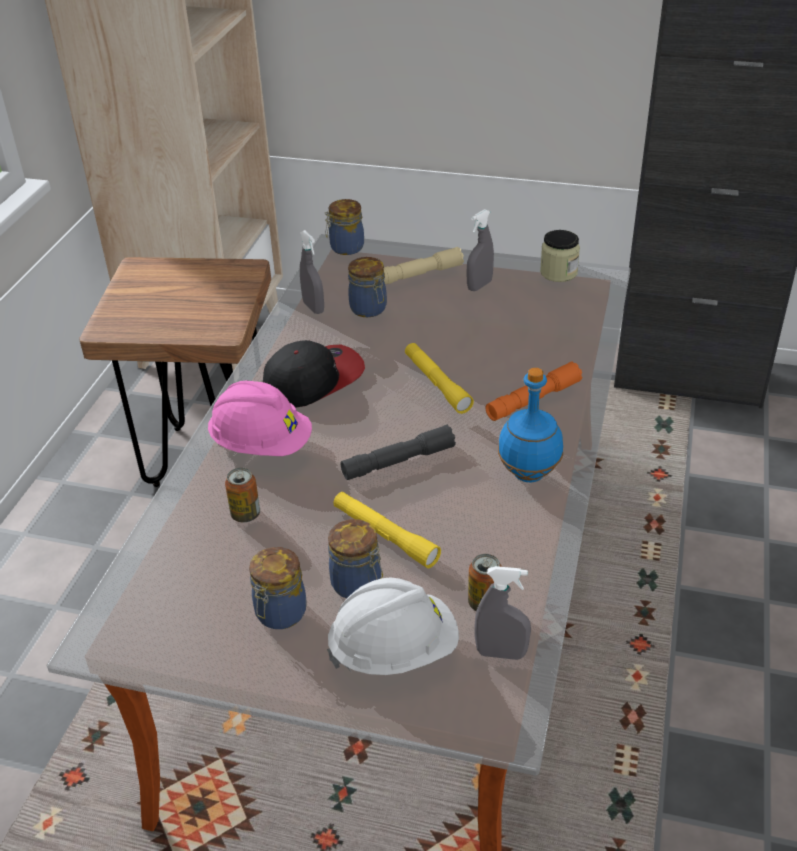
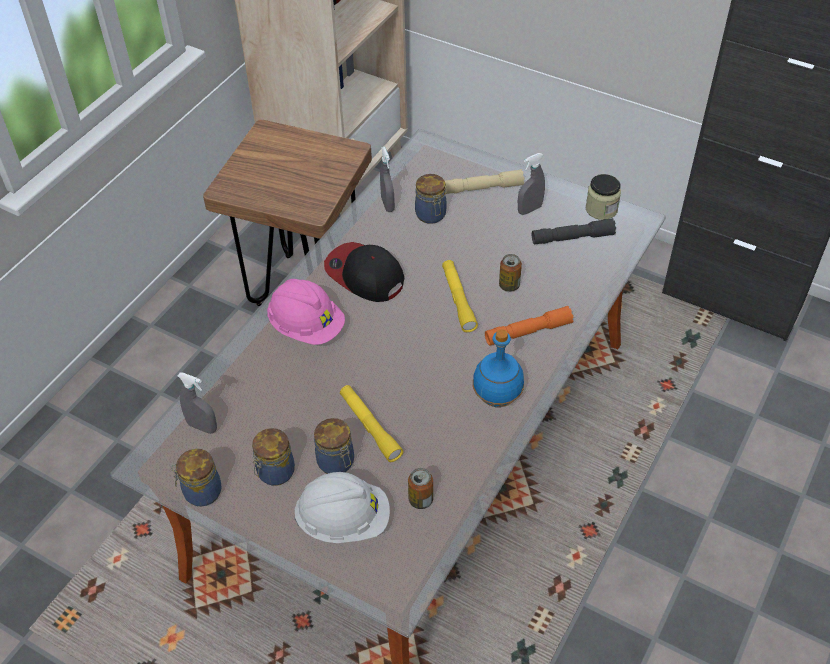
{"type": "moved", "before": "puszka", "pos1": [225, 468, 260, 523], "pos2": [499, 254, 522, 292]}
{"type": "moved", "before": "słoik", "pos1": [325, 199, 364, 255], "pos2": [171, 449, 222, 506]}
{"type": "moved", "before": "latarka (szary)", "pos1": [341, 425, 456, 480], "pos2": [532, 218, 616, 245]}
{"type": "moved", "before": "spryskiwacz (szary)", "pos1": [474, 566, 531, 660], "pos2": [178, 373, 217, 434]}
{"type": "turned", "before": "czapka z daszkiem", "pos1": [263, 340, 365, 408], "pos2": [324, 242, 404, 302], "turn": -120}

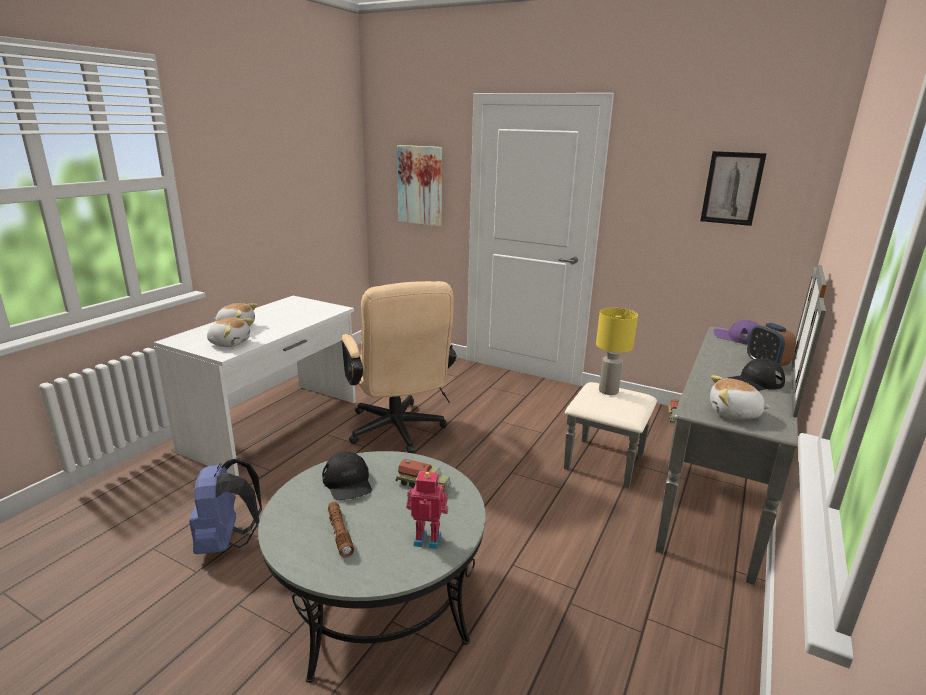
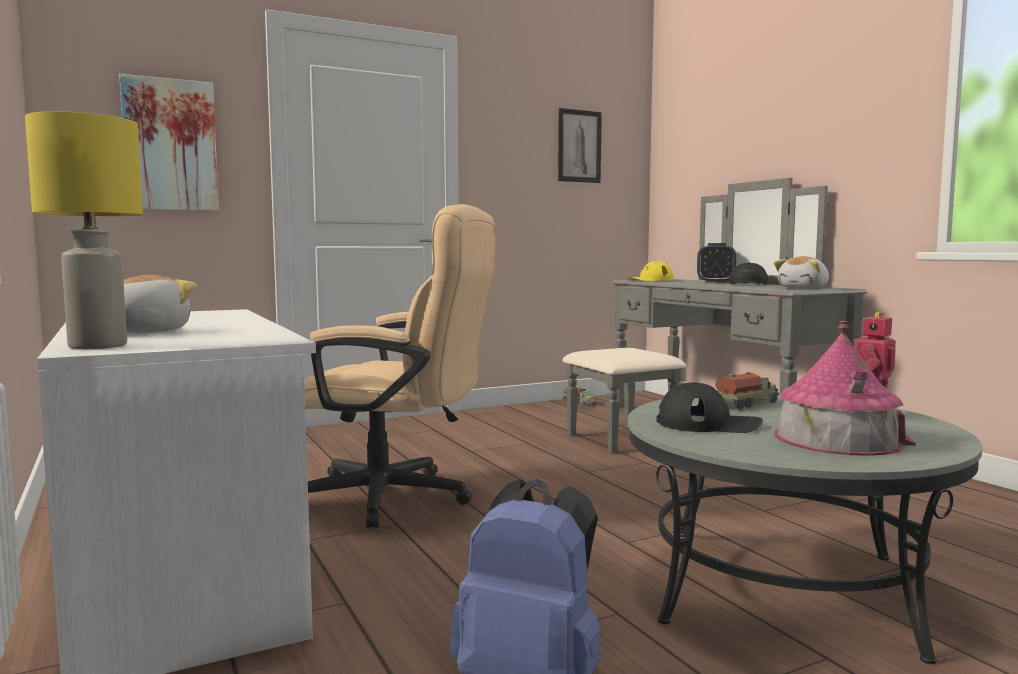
{"type": "removed", "before": "pluszak", "pos1": [207, 317, 253, 347]}
{"type": "moved", "before": "lampa stołowa (żółty)", "pos1": [596, 308, 638, 395], "pos2": [25, 111, 143, 349]}
{"type": "replaced", "before": "latarka (brązowy)", "after": "domek", "pos1": [328, 502, 354, 558], "pos2": [774, 321, 916, 456]}
{"type": "recoloured", "before": "czapka z daszkiem (fioletowy)", "after": "czapka z daszkiem (żółty)", "pos1": [713, 320, 760, 344], "pos2": [628, 261, 674, 281]}

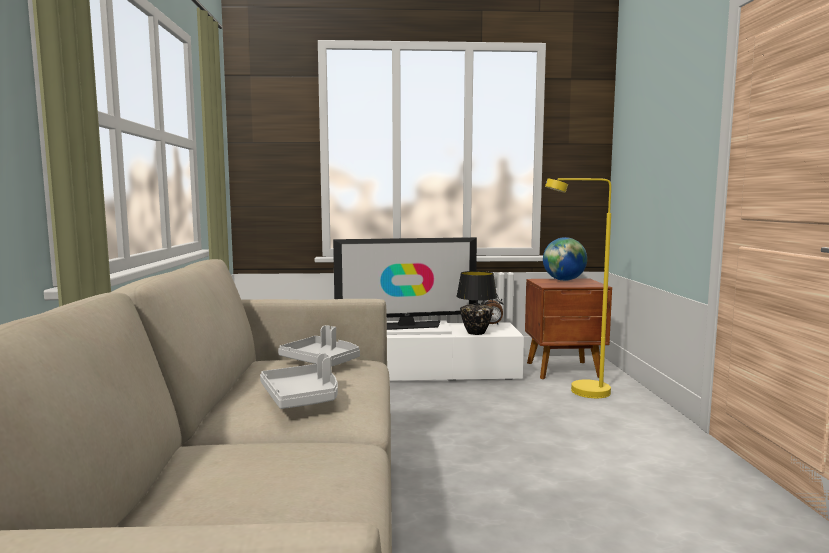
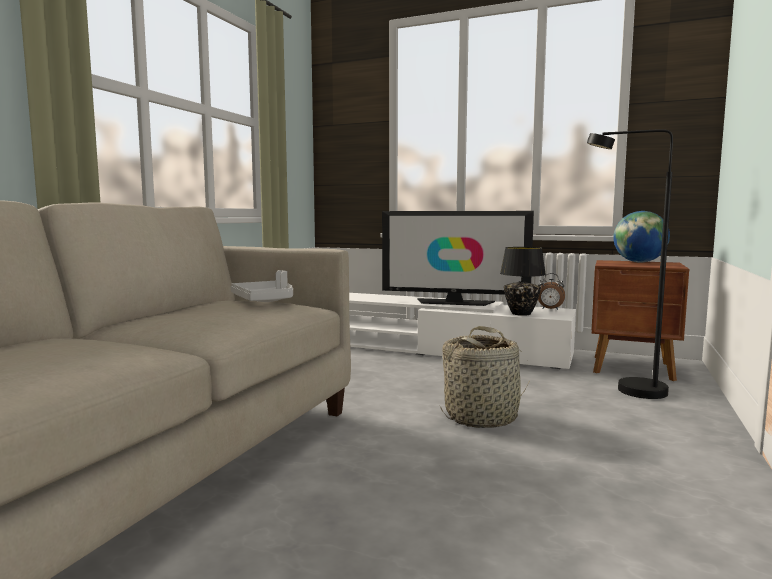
{"type": "removed", "before": "taca (szary)", "pos1": [260, 353, 338, 409]}
{"type": "added", "after": "koszyk", "pos2": [440, 326, 530, 428]}
{"type": "recoloured", "before": "lampa stojąca (żółty)", "after": "lampa stojąca (czarny)", "pos1": [545, 178, 611, 398], "pos2": [587, 129, 673, 399]}

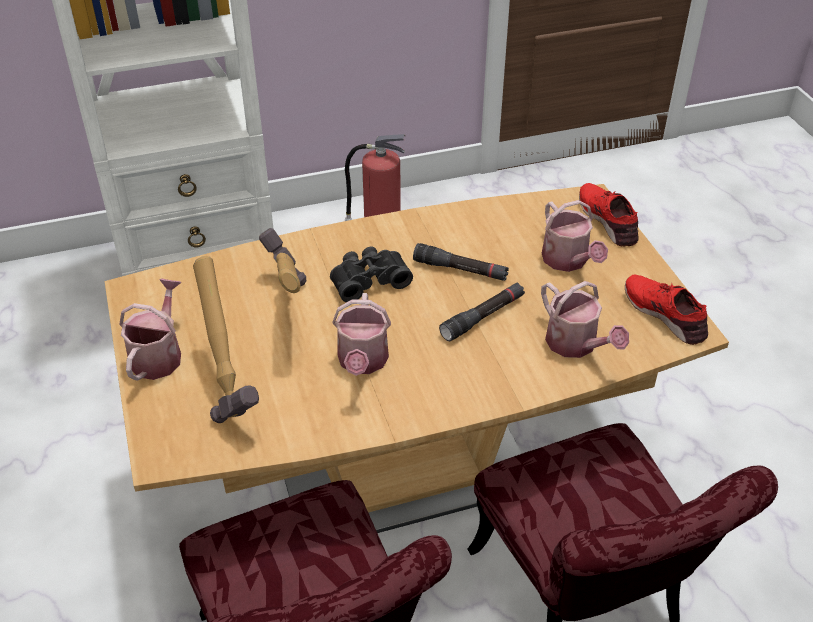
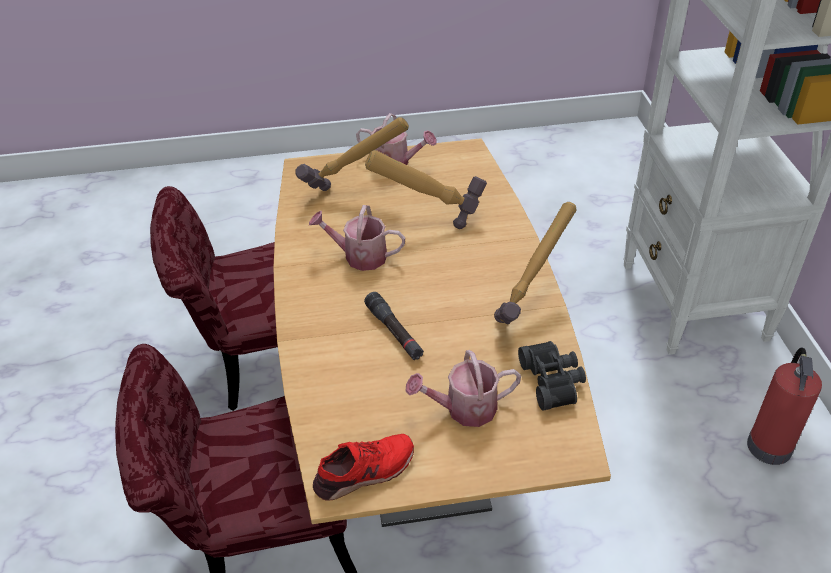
{"type": "removed", "before": "latarka (czarny)", "pos1": [413, 243, 509, 281]}
{"type": "removed", "before": "konewka", "pos1": [541, 281, 629, 358]}
{"type": "removed", "before": "but (czerwony)", "pos1": [579, 183, 638, 247]}
{"type": "added", "after": "młotek", "pos2": [494, 202, 576, 324]}
{"type": "moved", "before": "lornetka (czarny)", "pos1": [330, 246, 413, 302], "pos2": [518, 341, 586, 411]}

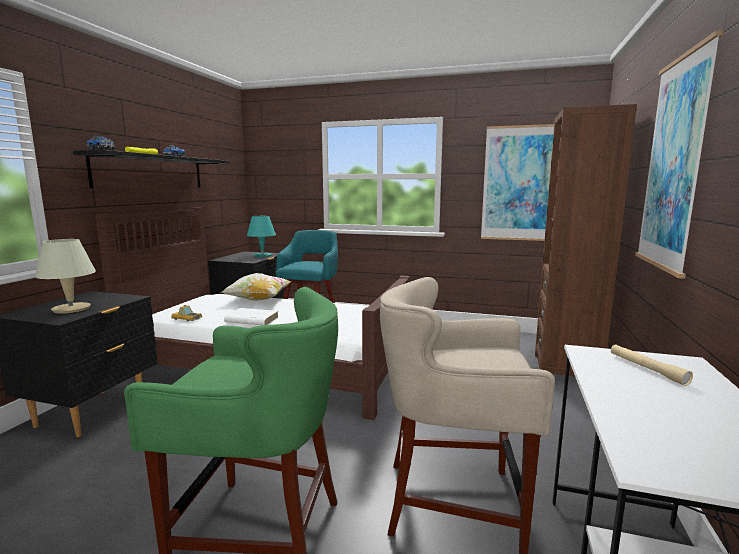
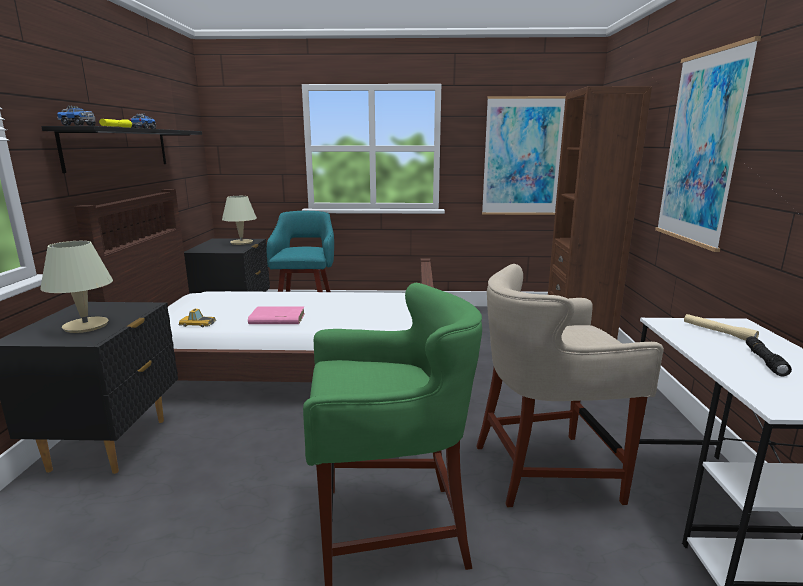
{"type": "removed", "before": "poduszka", "pos1": [221, 273, 291, 301]}
{"type": "added", "after": "latarka (czarny)", "pos2": [746, 336, 792, 376]}
{"type": "recoloured", "before": "książka (biały)", "after": "książka (różowy)", "pos1": [224, 308, 279, 325], "pos2": [248, 306, 305, 324]}
{"type": "recoloured", "before": "lampa stołowa (turkusowy)", "after": "lampa stołowa (beżowy)", "pos1": [247, 216, 276, 257], "pos2": [222, 196, 257, 245]}

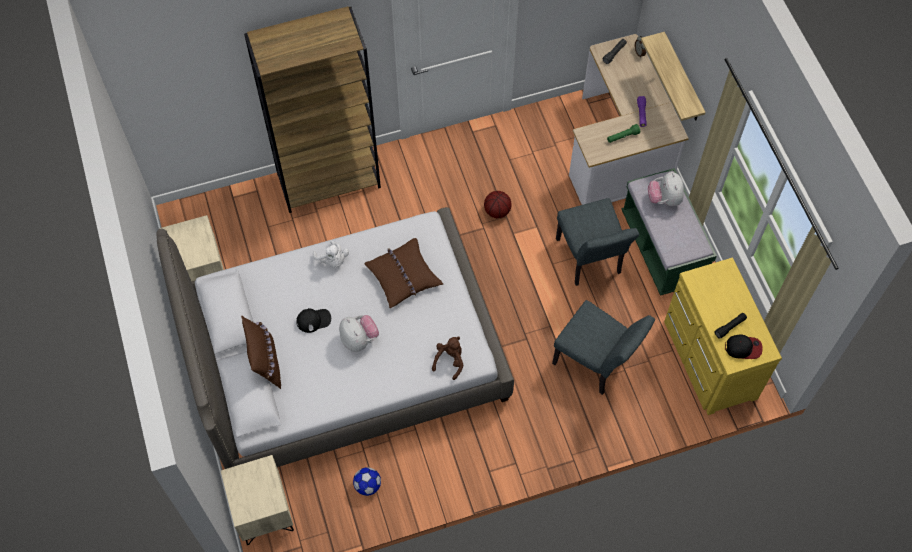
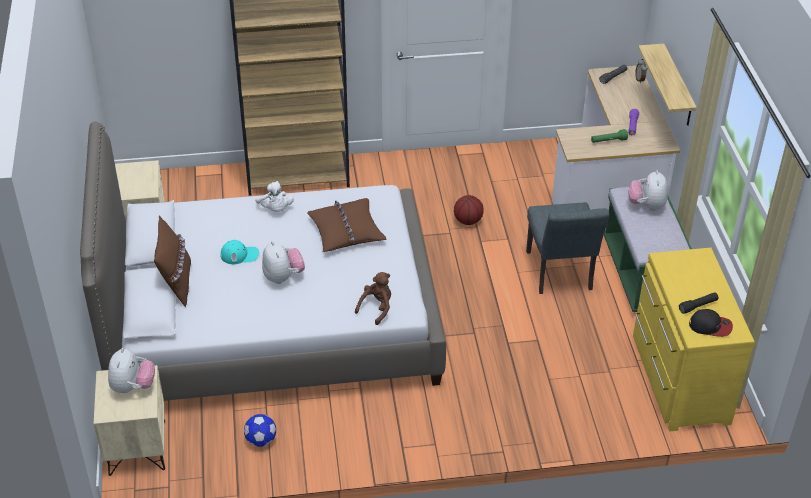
{"type": "removed", "before": "krzesło (szary)", "pos1": [552, 300, 655, 395]}
{"type": "added", "after": "pluszak", "pos2": [108, 348, 155, 393]}
{"type": "recoloured", "before": "czapka z daszkiem (czarny)", "after": "czapka z daszkiem (turkusowy)", "pos1": [296, 308, 331, 333], "pos2": [220, 240, 259, 264]}

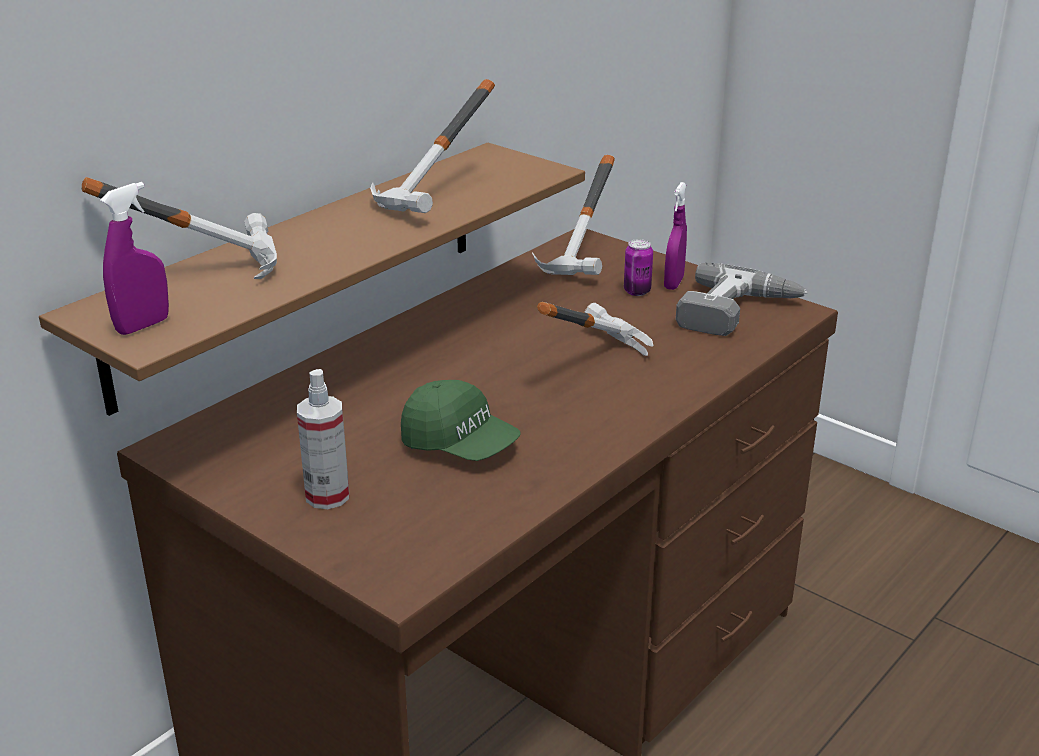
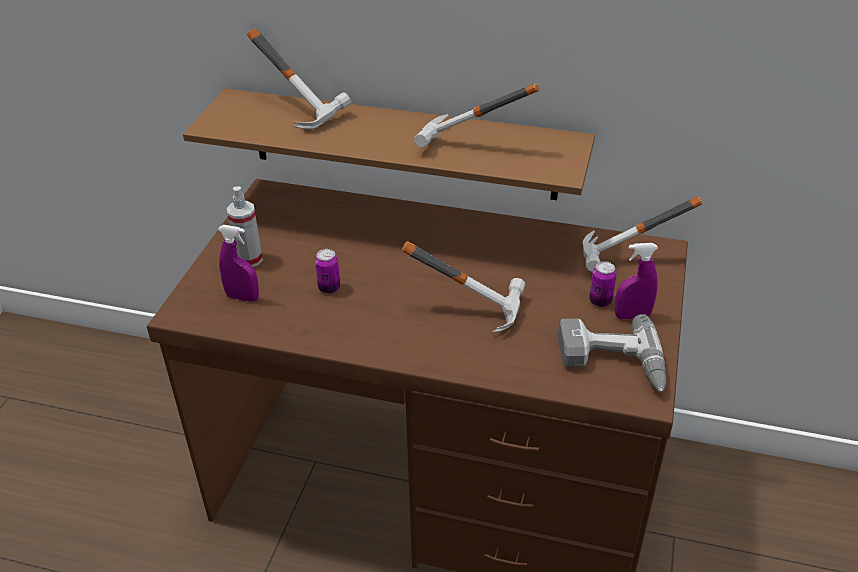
{"type": "moved", "before": "spryskiwacz (fioletowy)", "pos1": [100, 182, 169, 335], "pos2": [218, 225, 259, 302]}
{"type": "replaced", "before": "czapka z daszkiem (zielony)", "after": "puszka", "pos1": [401, 380, 520, 461], "pos2": [315, 249, 340, 294]}

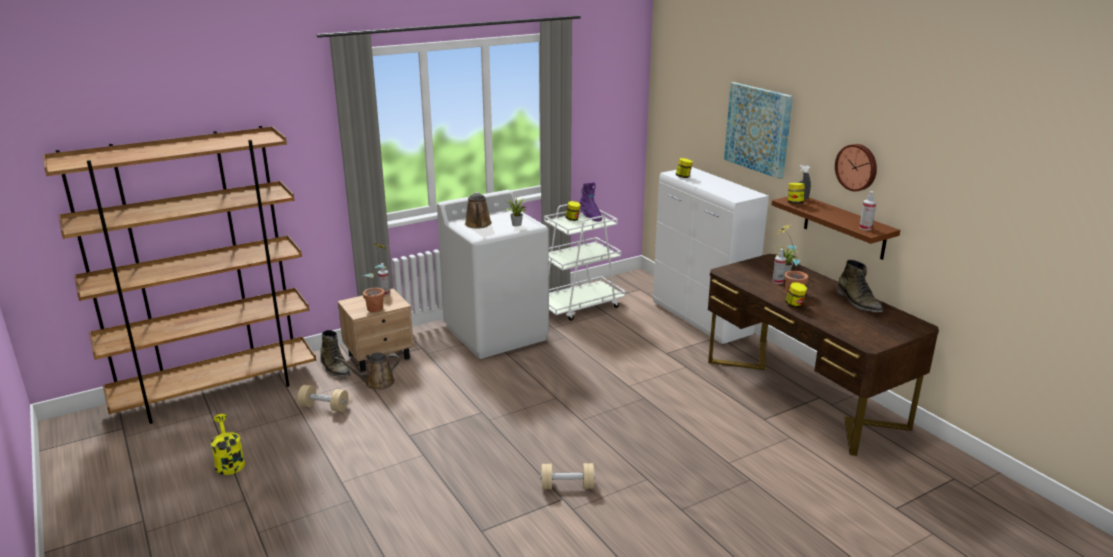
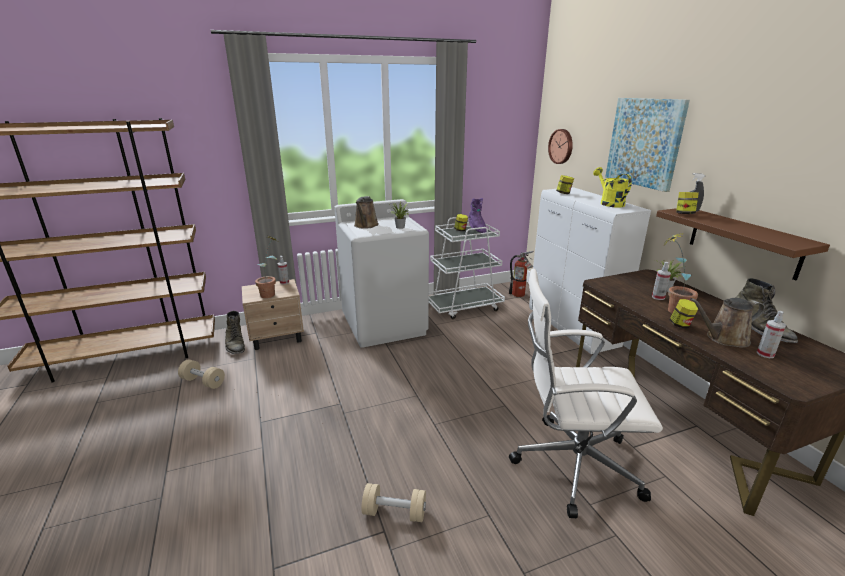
{"type": "added", "after": "gaśnica", "pos2": [509, 251, 534, 297]}
{"type": "added", "after": "krzesło biurowe (biały)", "pos2": [509, 269, 663, 518]}
{"type": "moved", "before": "konewka (żółty)", "pos1": [211, 414, 245, 475], "pos2": [593, 167, 632, 207]}
{"type": "moved", "before": "konewka (brązowy)", "pos1": [335, 352, 400, 390], "pos2": [690, 298, 765, 348]}
{"type": "moved", "before": "zegar ścienny", "pos1": [835, 144, 877, 191], "pos2": [548, 129, 573, 164]}
{"type": "moved", "before": "spryskiwacz", "pos1": [859, 191, 876, 230], "pos2": [756, 311, 786, 358]}

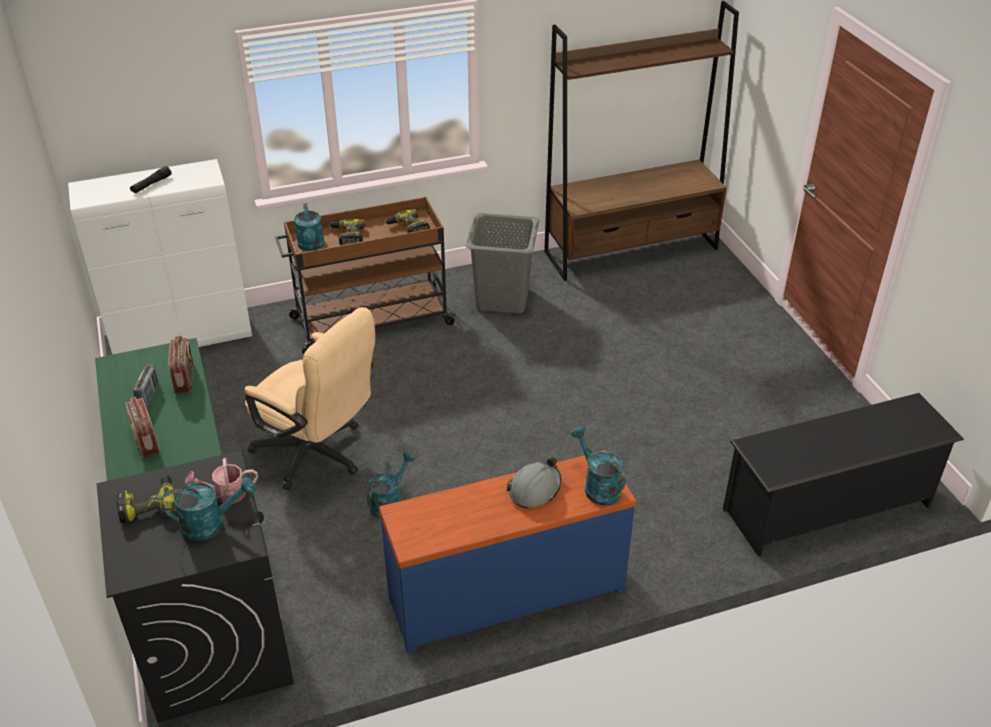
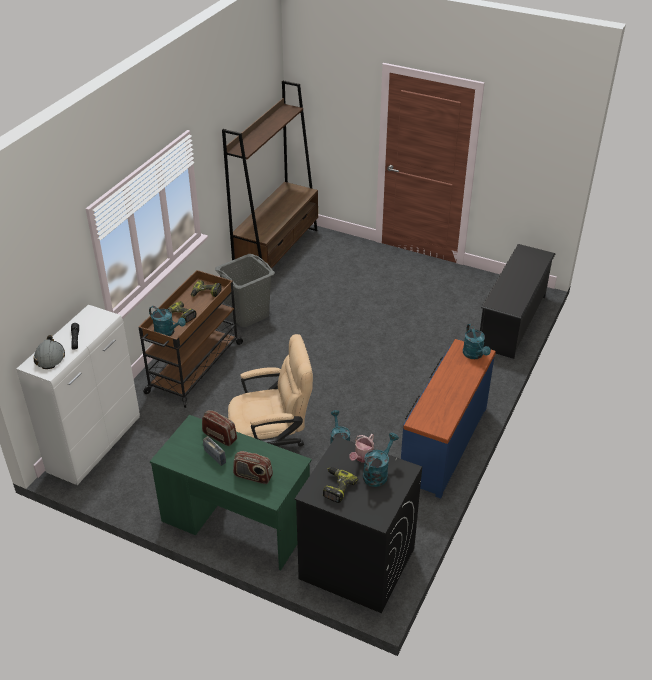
{"type": "moved", "before": "kask (szary)", "pos1": [507, 457, 561, 508], "pos2": [33, 335, 65, 369]}
{"type": "turned", "before": "konewka (turkusowy)", "pos1": [571, 427, 625, 506], "pos2": [463, 324, 491, 359], "turn": -120}

